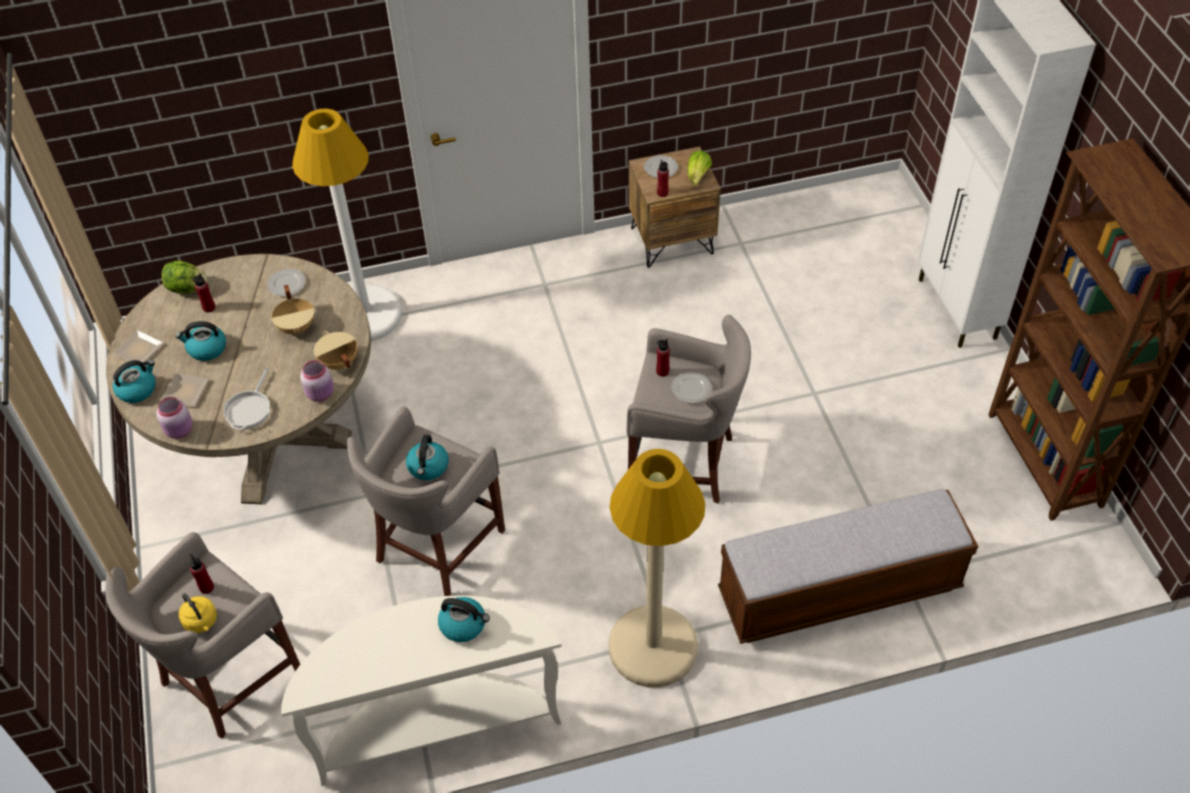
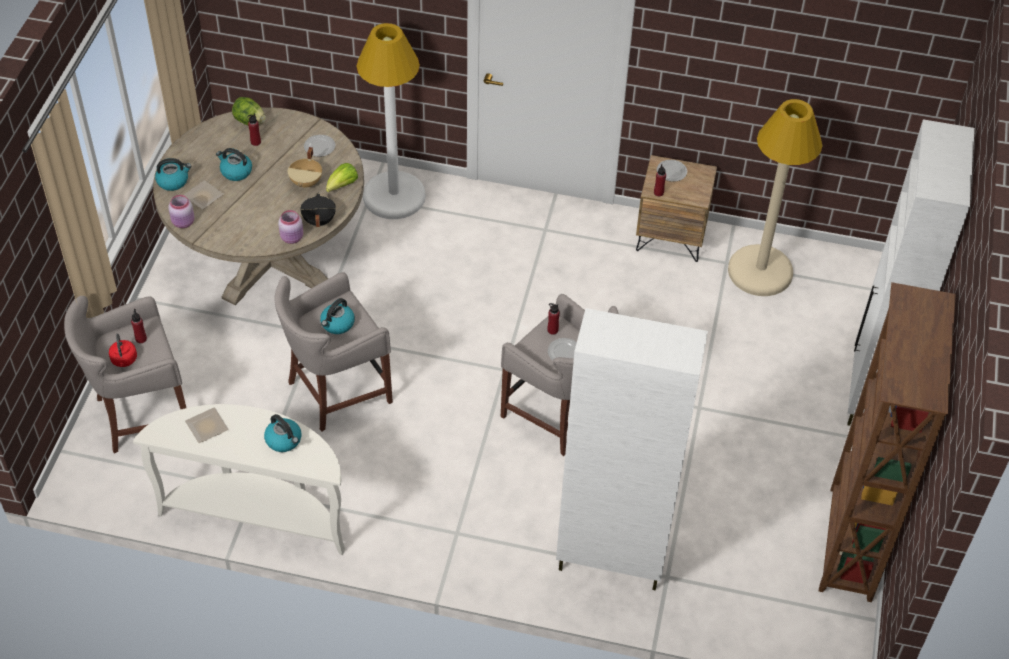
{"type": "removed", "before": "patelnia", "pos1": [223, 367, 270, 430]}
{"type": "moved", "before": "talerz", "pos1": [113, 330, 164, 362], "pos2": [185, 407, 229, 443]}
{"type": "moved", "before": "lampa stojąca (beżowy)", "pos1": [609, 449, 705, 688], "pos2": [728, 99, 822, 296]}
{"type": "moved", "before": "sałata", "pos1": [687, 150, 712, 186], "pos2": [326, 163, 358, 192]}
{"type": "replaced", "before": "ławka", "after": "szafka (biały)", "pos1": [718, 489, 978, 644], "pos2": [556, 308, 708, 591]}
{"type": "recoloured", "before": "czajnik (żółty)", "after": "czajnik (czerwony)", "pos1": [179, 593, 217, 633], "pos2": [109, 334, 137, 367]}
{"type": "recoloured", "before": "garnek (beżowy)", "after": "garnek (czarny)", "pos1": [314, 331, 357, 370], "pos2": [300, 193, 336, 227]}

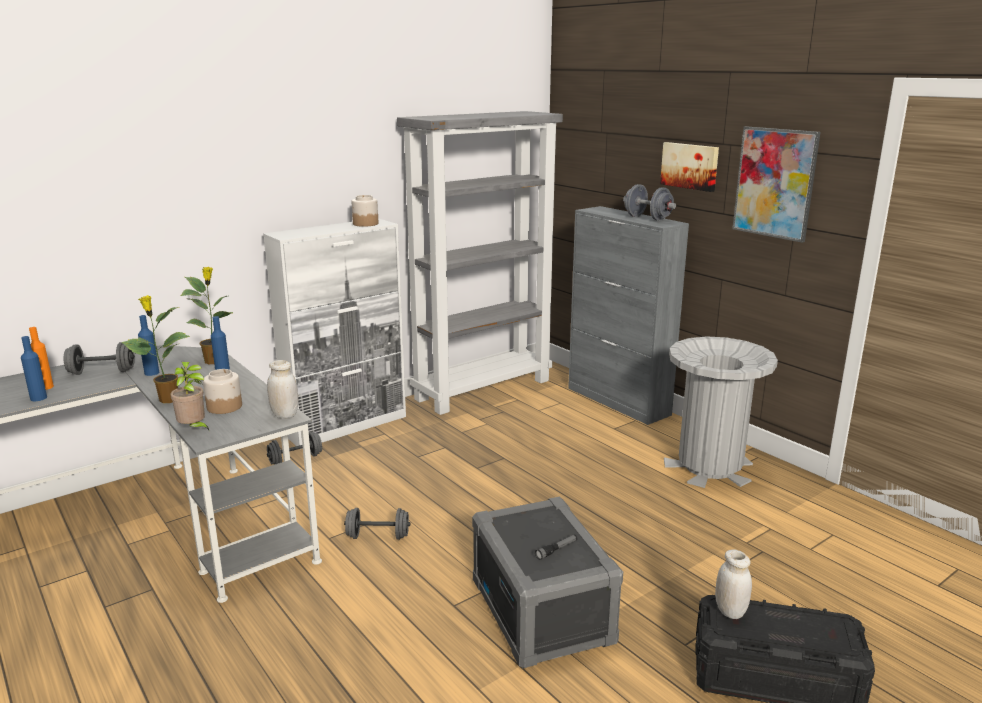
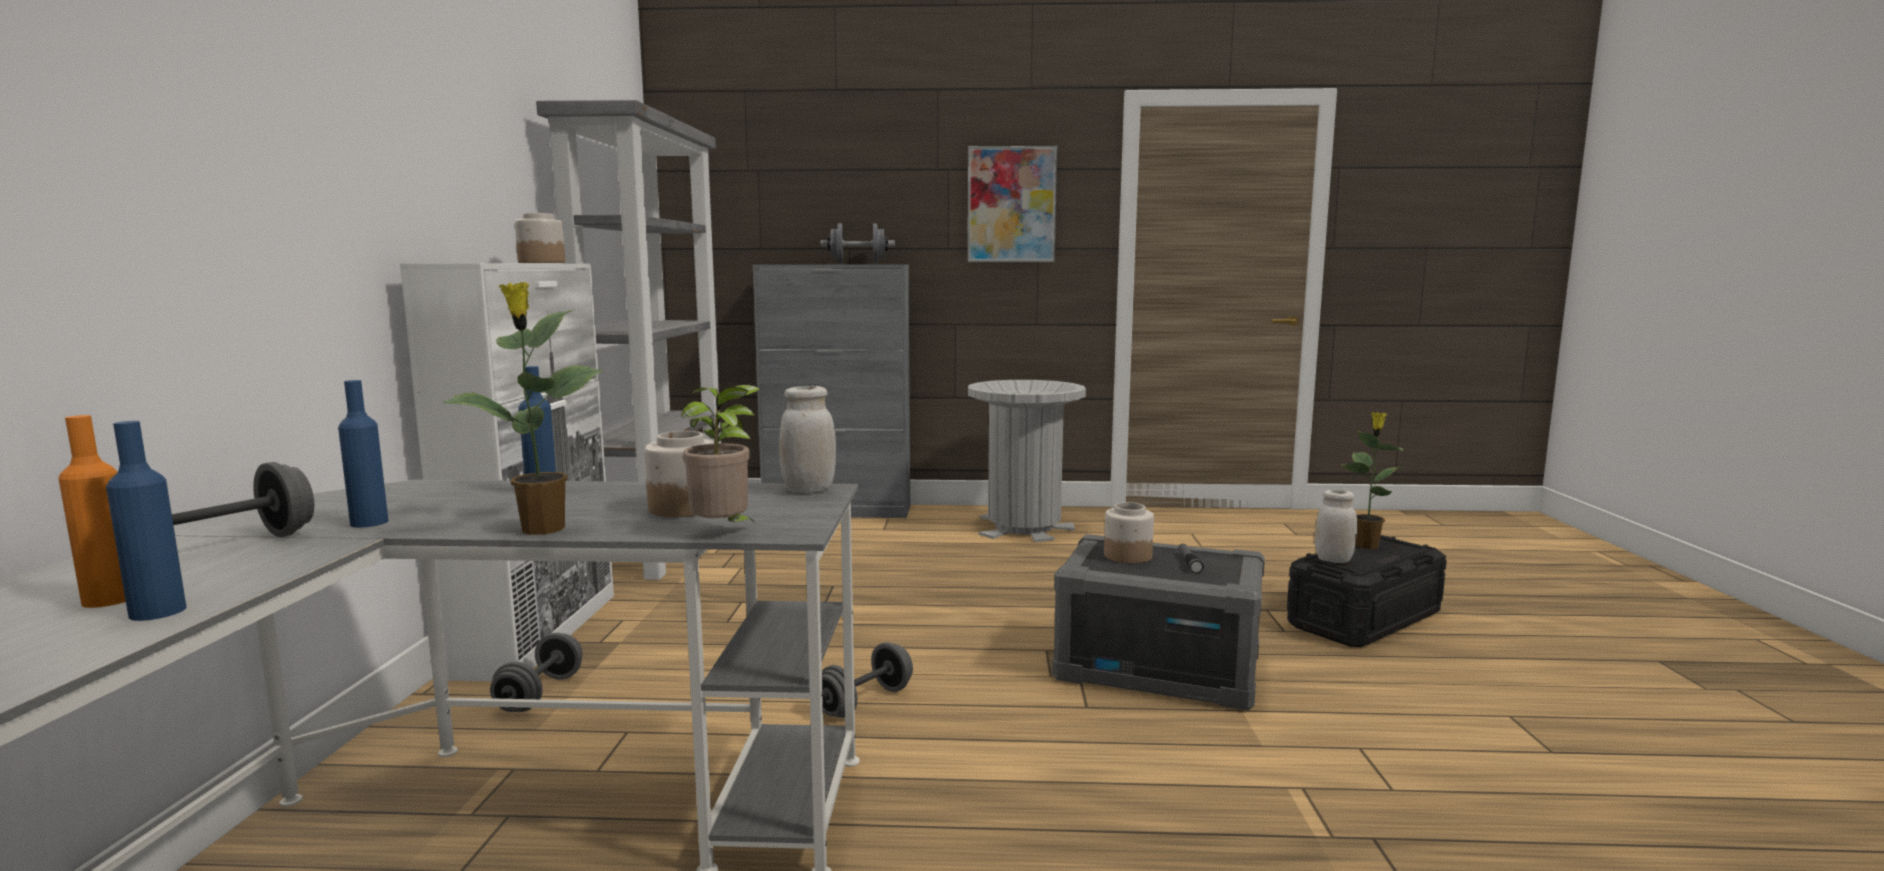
{"type": "removed", "before": "obraz", "pos1": [660, 142, 719, 192]}
{"type": "added", "after": "słoik", "pos2": [1104, 502, 1154, 564]}
{"type": "moved", "before": "roślina doniczkowa", "pos1": [180, 267, 233, 364], "pos2": [1341, 412, 1404, 549]}

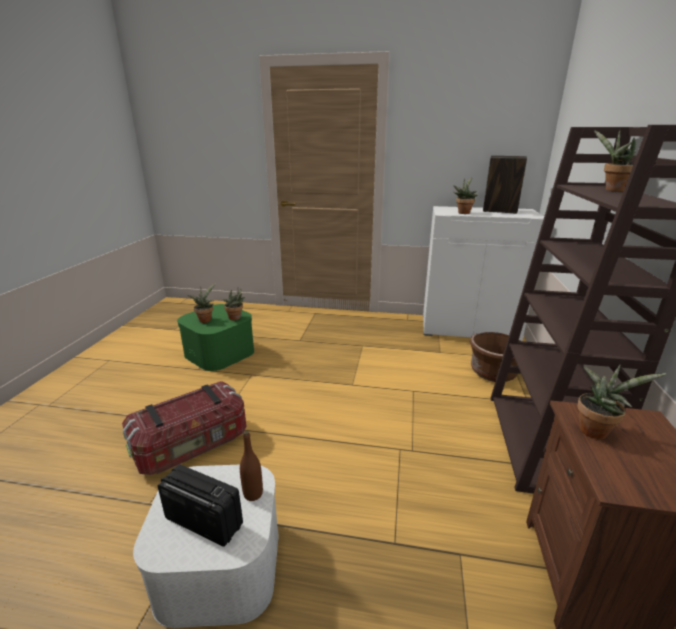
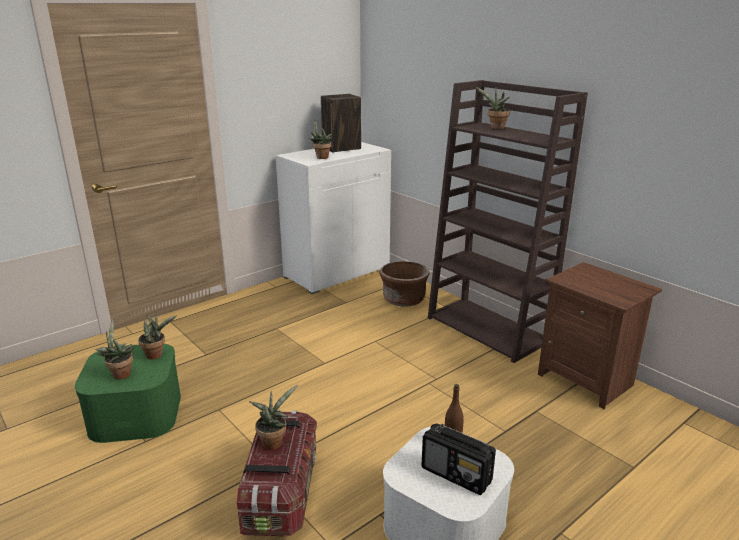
{"type": "moved", "before": "roślina doniczkowa", "pos1": [577, 365, 666, 439], "pos2": [249, 384, 298, 450]}
{"type": "turned", "before": "radio", "pos1": [158, 464, 243, 547], "pos2": [421, 423, 496, 495], "turn": -120}

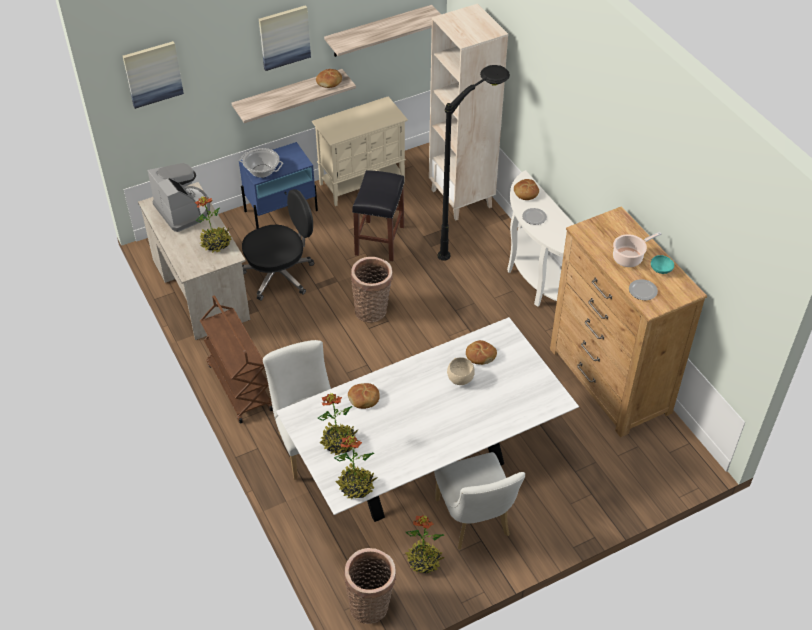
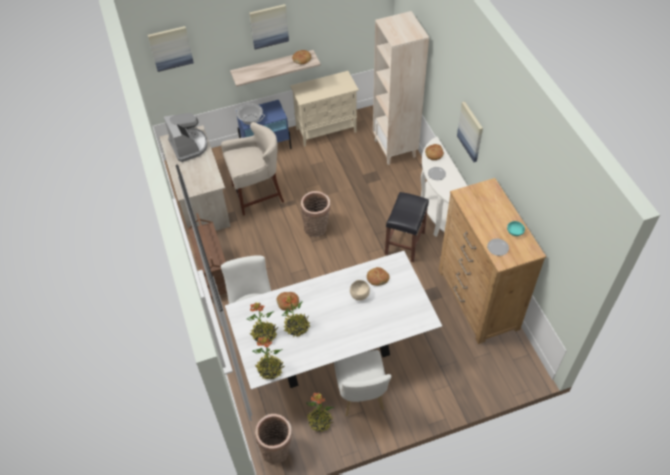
{"type": "removed", "before": "półka", "pos1": [324, 5, 441, 57]}
{"type": "removed", "before": "lampa stojąca (czarny)", "pos1": [437, 65, 510, 261]}
{"type": "removed", "before": "garnek", "pos1": [613, 232, 662, 267]}
{"type": "added", "after": "obraz", "pos2": [457, 102, 483, 162]}
{"type": "moved", "before": "roślina doniczkowa", "pos1": [195, 196, 232, 253], "pos2": [282, 296, 310, 337]}
{"type": "moved", "before": "stołek (czarny)", "pos1": [352, 170, 405, 261], "pos2": [385, 192, 429, 262]}
{"type": "replaced", "before": "krzesło biurowe (czarny)", "after": "stołek (beżowy)", "pos1": [242, 189, 314, 301], "pos2": [221, 122, 284, 216]}

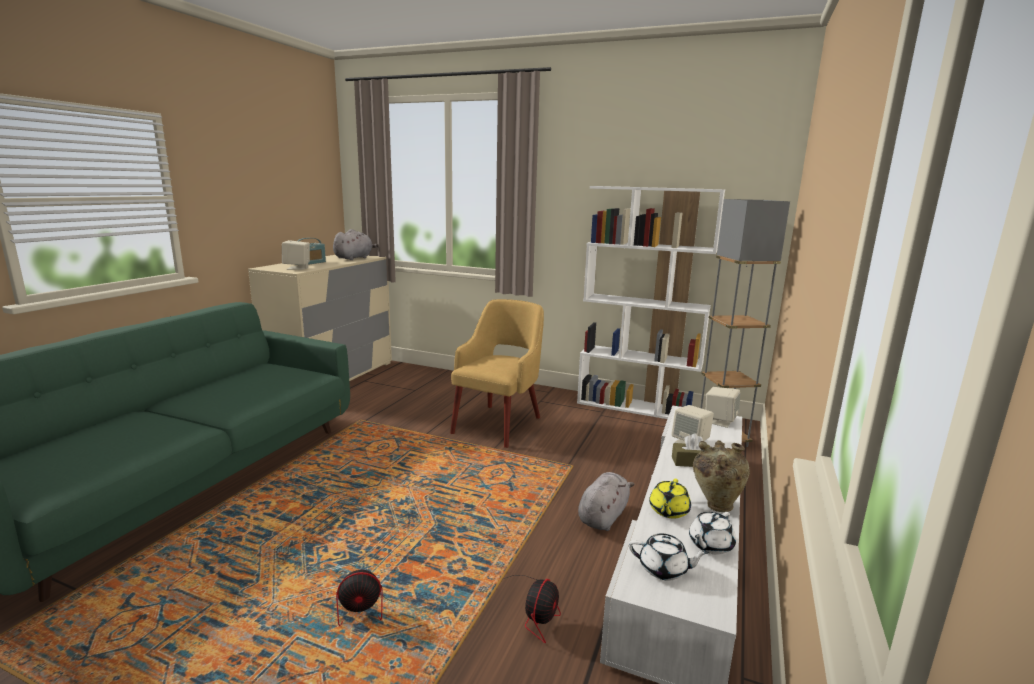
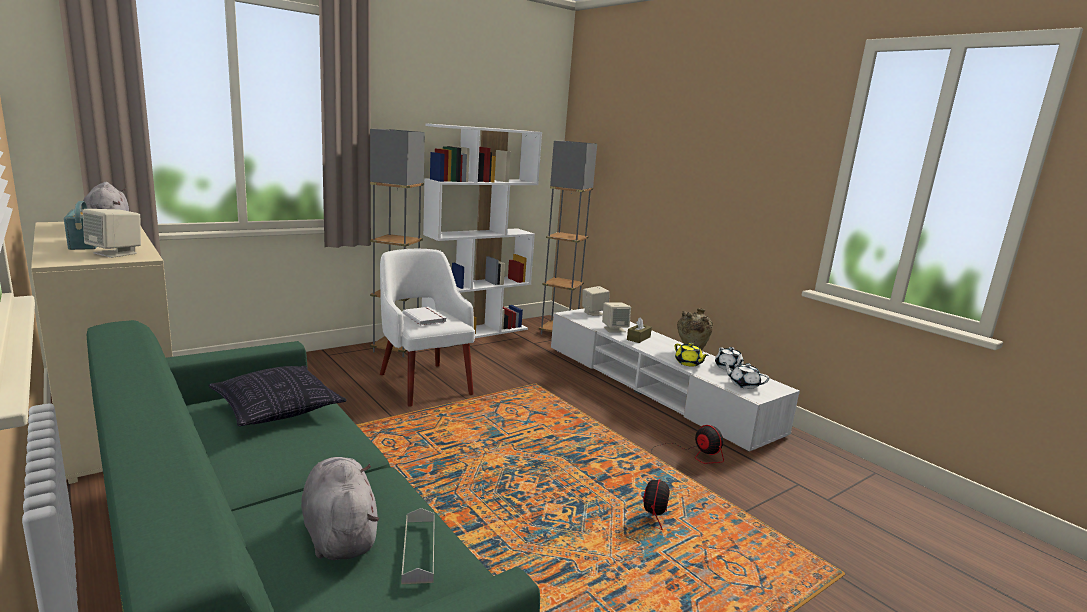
{"type": "added", "after": "poduszka", "pos2": [208, 365, 347, 426]}
{"type": "added", "after": "lampa stojąca (szary)", "pos2": [370, 129, 425, 357]}
{"type": "added", "after": "taca (szary)", "pos2": [401, 508, 435, 584]}
{"type": "added", "after": "książka (biały)", "pos2": [403, 307, 447, 325]}
{"type": "moved", "before": "pluszak (szary)", "pos1": [578, 472, 635, 531], "pos2": [301, 457, 379, 560]}
{"type": "recoloured", "before": "fotel (żółty)", "after": "fotel (biały)", "pos1": [450, 299, 544, 448], "pos2": [380, 249, 475, 406]}
{"type": "turned", "before": "imbryk (biały)", "pos1": [629, 533, 709, 581], "pos2": [723, 362, 769, 389], "turn": -105}

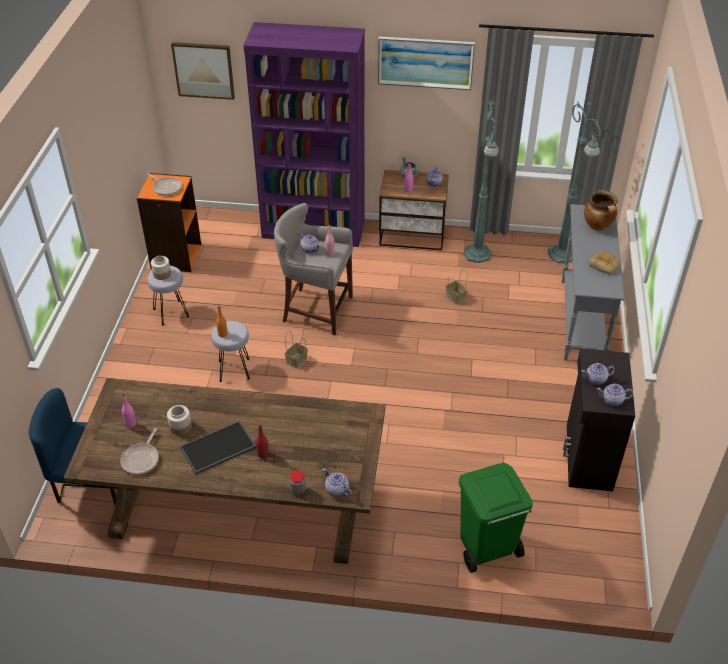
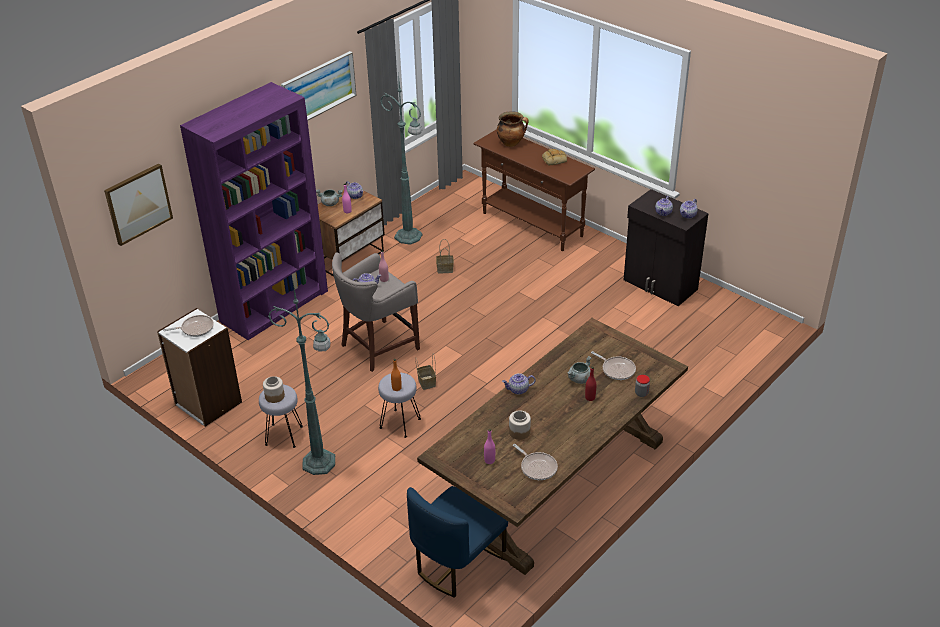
{"type": "removed", "before": "taca", "pos1": [179, 420, 256, 475]}
{"type": "removed", "before": "kosz na śmieci (zielony)", "pos1": [459, 463, 533, 573]}
{"type": "added", "after": "garnek (szary)", "pos2": [567, 356, 591, 384]}
{"type": "added", "after": "patelnia", "pos2": [591, 351, 636, 380]}
{"type": "moved", "before": "imbryk", "pos1": [323, 468, 352, 496], "pos2": [502, 373, 535, 395]}
{"type": "moved", "before": "lampa stojąca (zielony)", "pos1": [548, 87, 601, 263], "pos2": [268, 283, 335, 475]}
{"type": "recoloured", "before": "regał (pomarańczowy)", "after": "regał (biały)", "pos1": [137, 173, 202, 272], "pos2": [157, 308, 242, 427]}
{"type": "recoloured", "before": "stolik konsolowy (szary)", "after": "stolik konsolowy (brązowy)", "pos1": [562, 204, 624, 361], "pos2": [473, 129, 595, 251]}

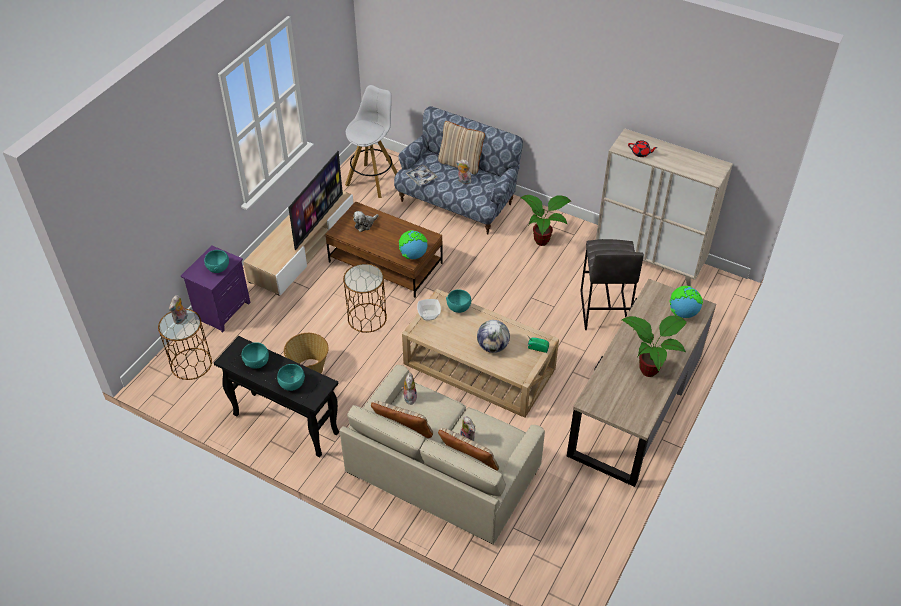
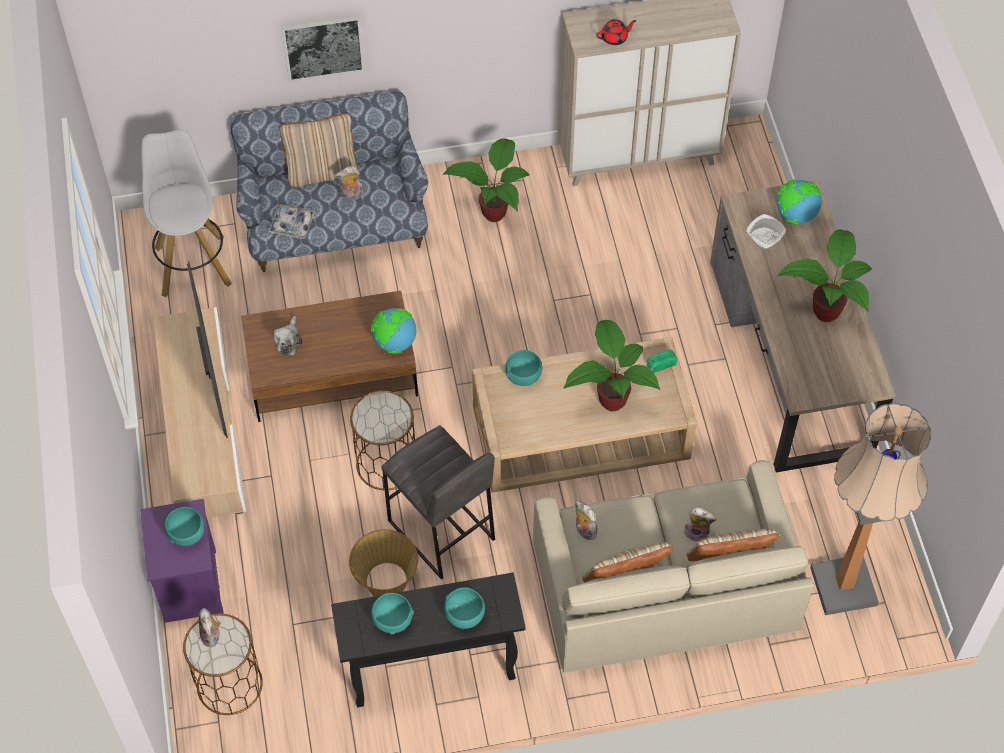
{"type": "added", "after": "obraz", "pos2": [281, 14, 365, 82]}
{"type": "added", "after": "lampa stojąca", "pos2": [810, 403, 931, 615]}
{"type": "moved", "before": "miska", "pos1": [417, 299, 441, 320], "pos2": [746, 214, 786, 250]}
{"type": "moved", "before": "stołek (szary)", "pos1": [580, 239, 644, 330], "pos2": [381, 425, 495, 580]}
{"type": "replaced", "before": "globus", "after": "roślina doniczkowa", "pos1": [477, 320, 510, 353], "pos2": [563, 320, 660, 411]}

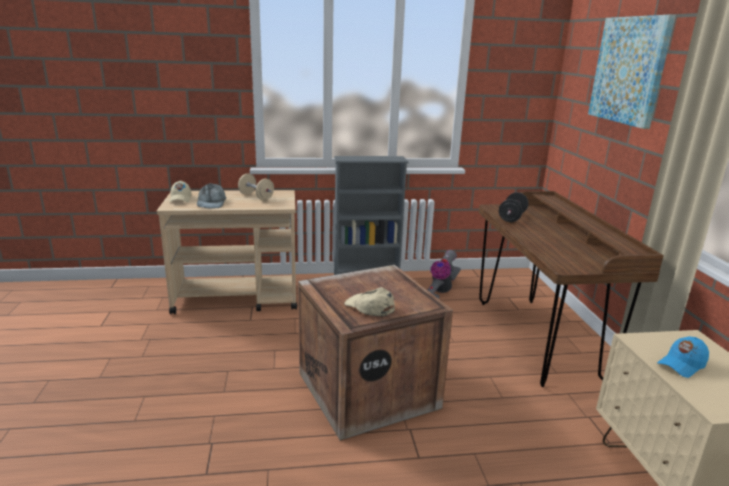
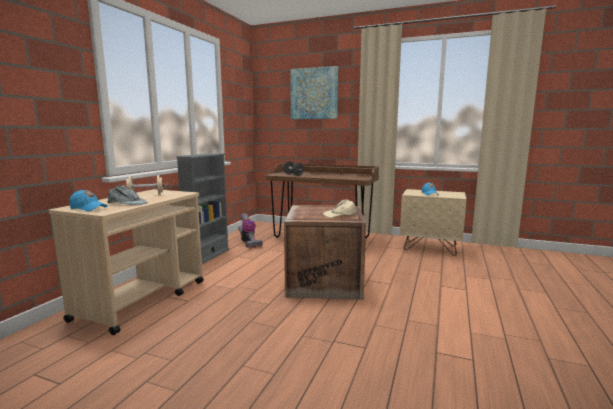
{"type": "recoloured", "before": "czapka z daszkiem (beżowy)", "after": "czapka z daszkiem (niebieski)", "pos1": [169, 180, 192, 202], "pos2": [69, 190, 108, 211]}

